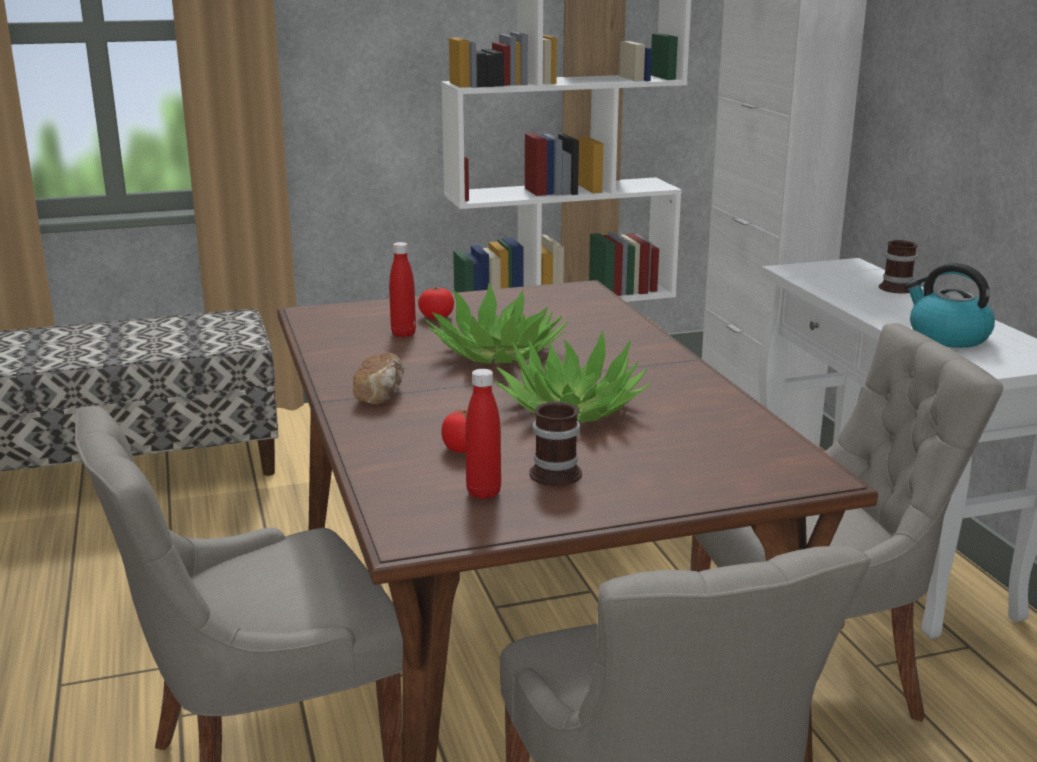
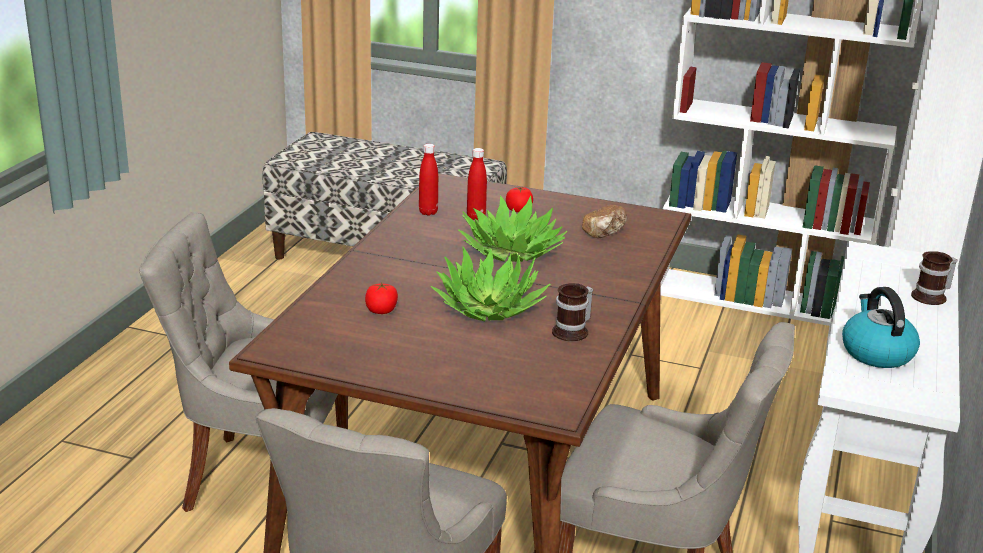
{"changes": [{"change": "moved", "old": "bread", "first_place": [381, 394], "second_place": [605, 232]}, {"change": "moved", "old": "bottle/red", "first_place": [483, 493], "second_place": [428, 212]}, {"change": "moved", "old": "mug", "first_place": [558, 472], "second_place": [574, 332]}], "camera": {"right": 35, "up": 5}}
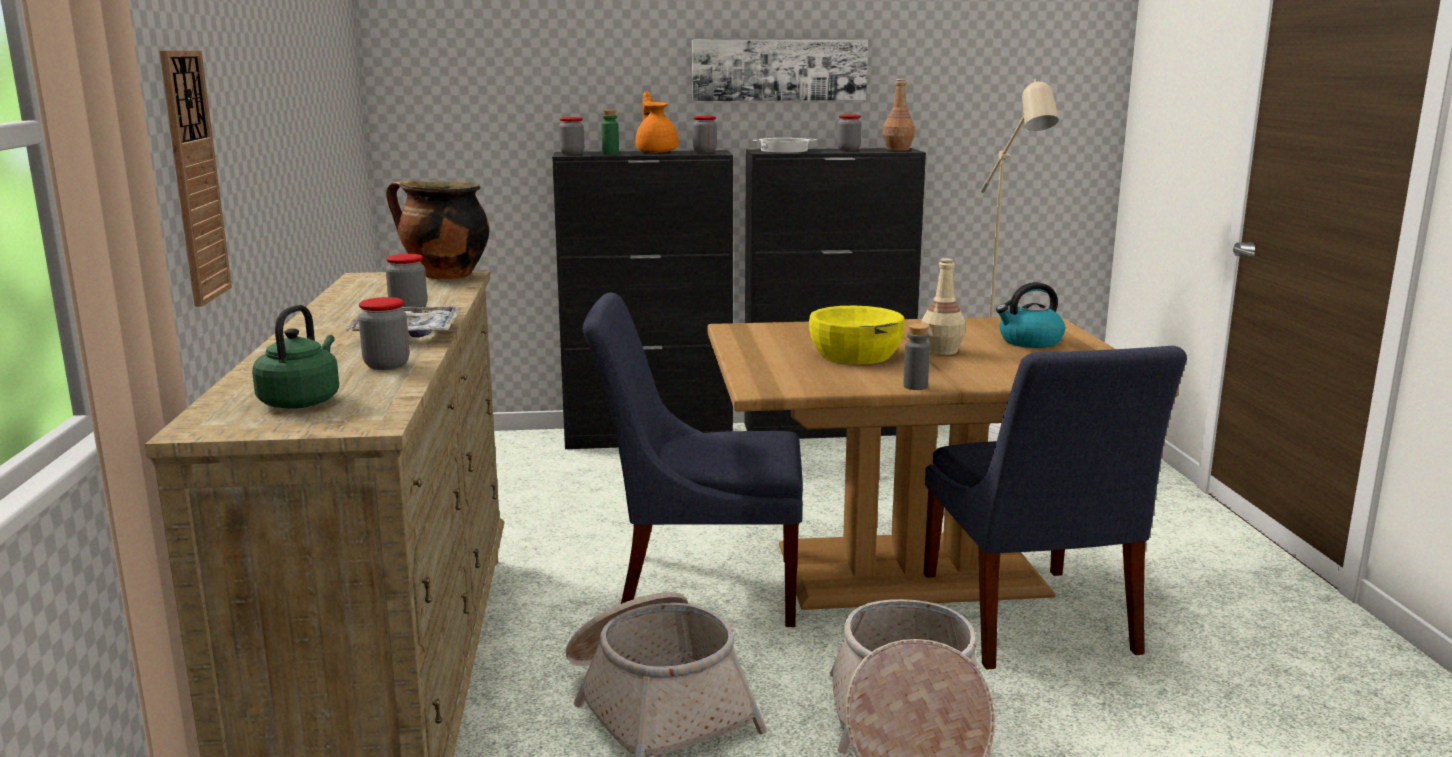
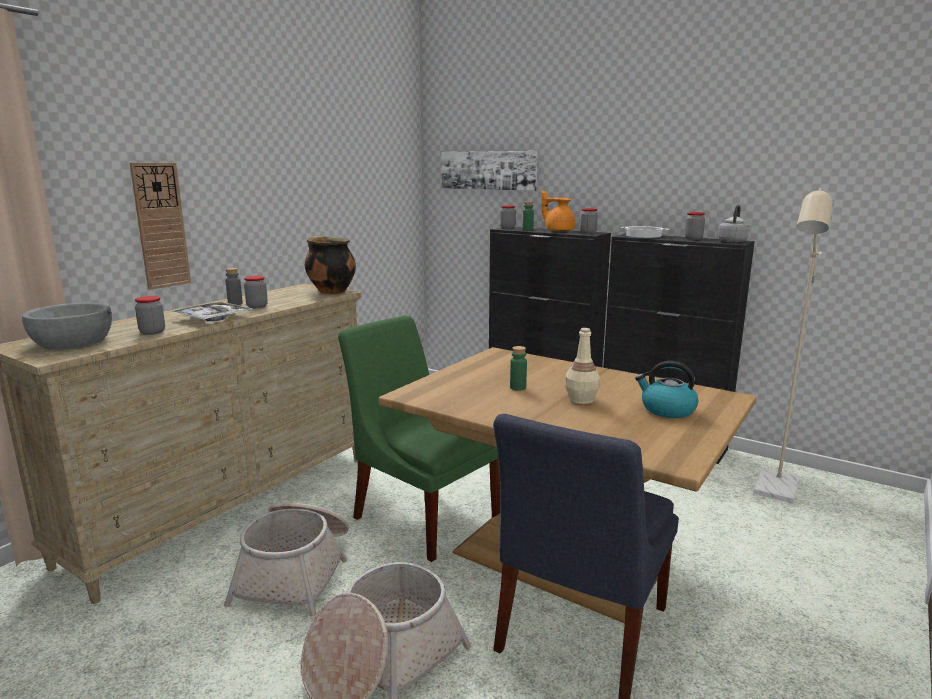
{"changes": [{"change": "moved", "old": "picture", "first_place": [779, 70], "second_place": [488, 170]}, {"change": "moved", "old": "bottle/grey", "first_place": [915, 386], "second_place": [235, 304]}, {"change": "replaced", "old": "kettle/green", "new": "bowl/grey", "first_place": [302, 401], "second_place": [73, 342]}, {"change": "replaced", "old": "bowl/yellow", "new": "bottle/green", "first_place": [855, 355], "second_place": [518, 387]}, {"change": "replaced", "old": "bottle/brown", "new": "kettle/grey", "first_place": [897, 149], "second_place": [732, 241]}, {"change": "recoloured", "old": "chair/blue", "new": "chair/green", "first_place": [699, 588], "second_place": [422, 515]}, {"change": "turned", "old": "teapot/orange", "first_place": [656, 152], "second_place": [558, 231], "degrees": -75}], "camera": {"right": 40, "up": 0}}
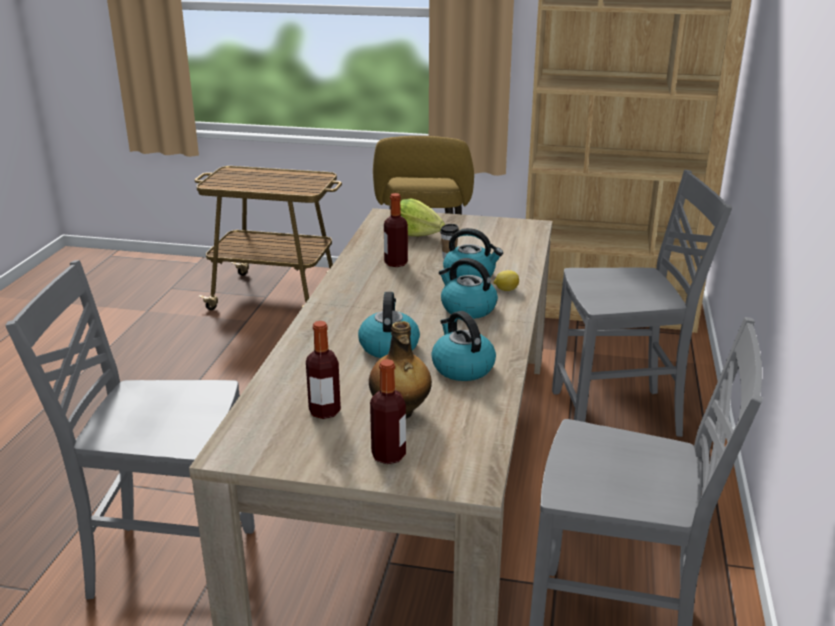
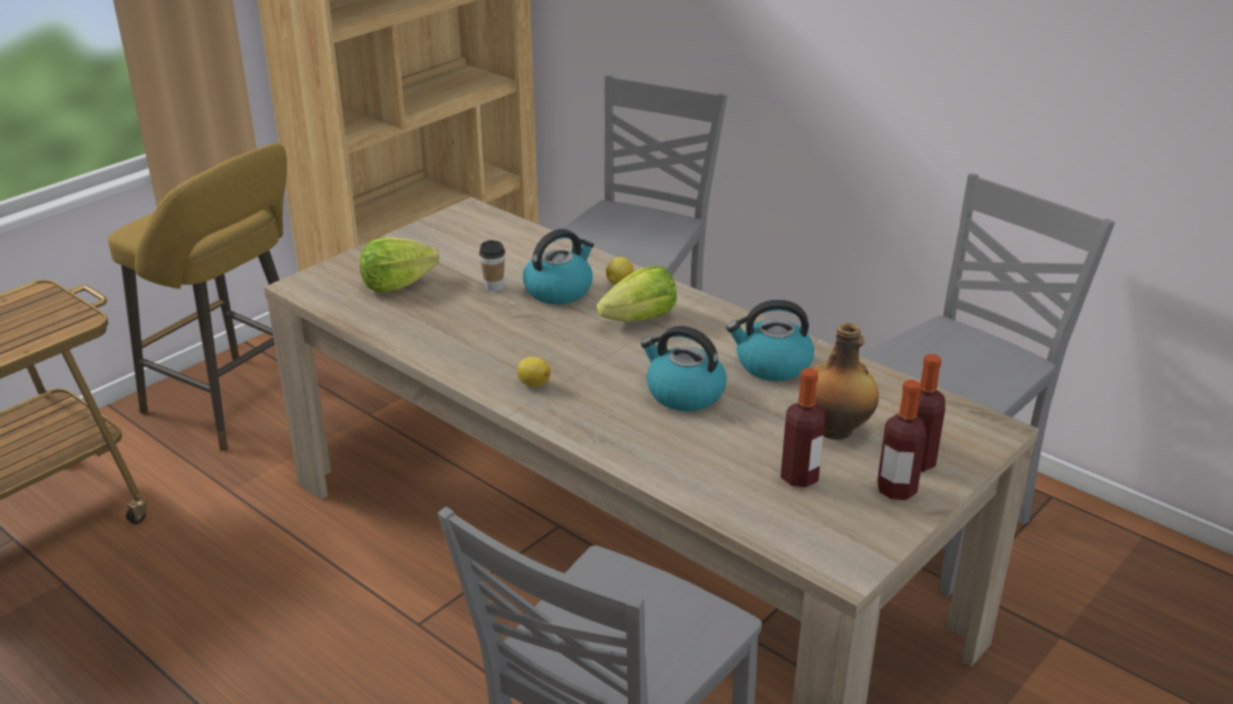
{"changes": [{"change": "added", "new": "lemon", "second_place": [533, 383]}, {"change": "moved", "old": "bottle", "first_place": [396, 263], "second_place": [896, 490]}, {"change": "replaced", "old": "kettle", "new": "lettuce", "first_place": [467, 308], "second_place": [640, 319]}], "camera": {"right": -60, "up": 5}}
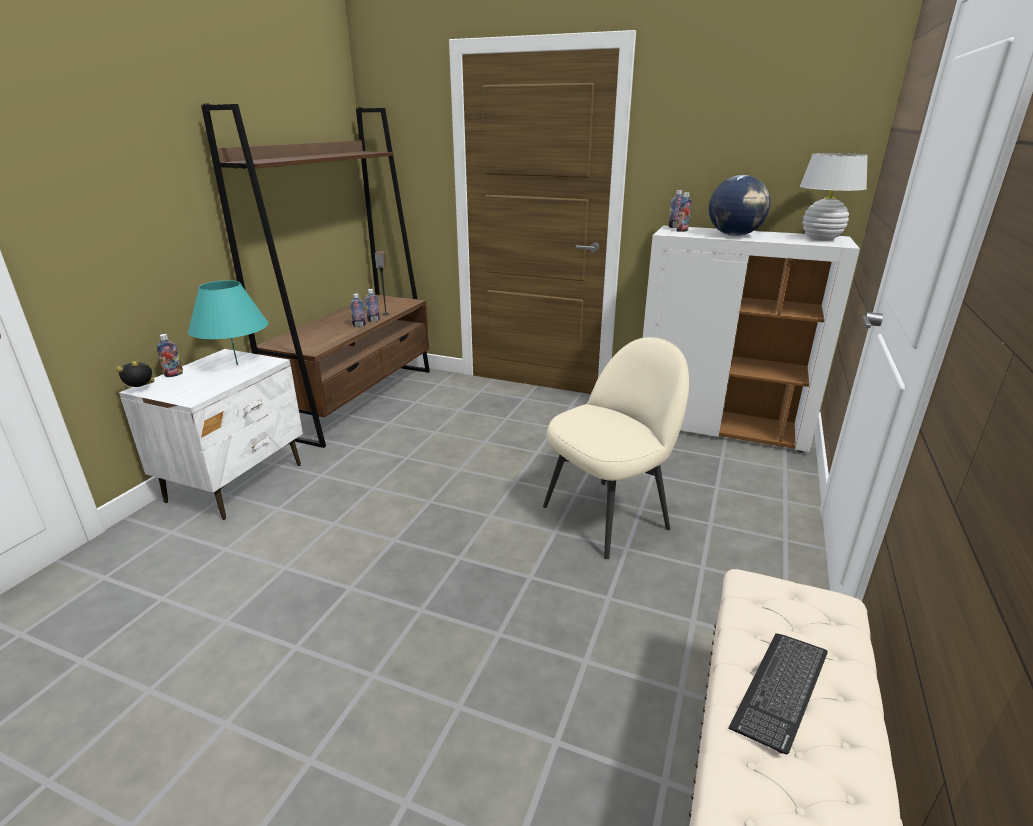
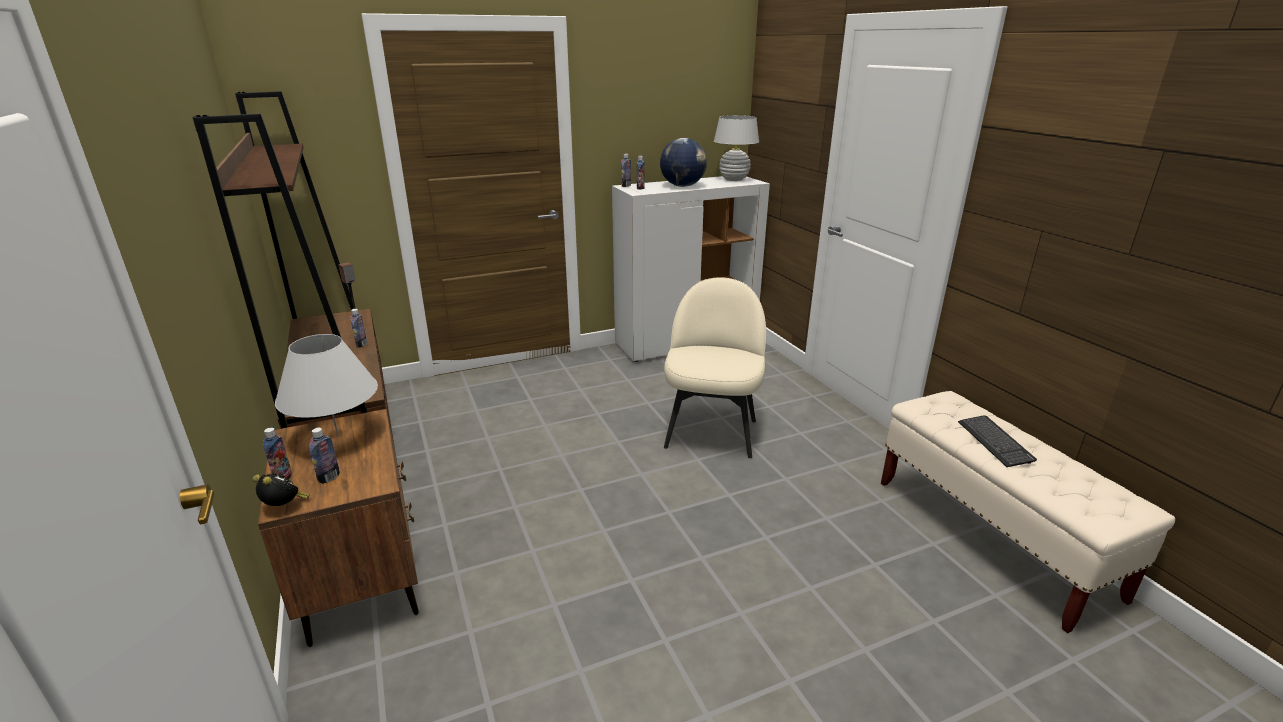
{"changes": [{"change": "moved", "old": "bottle", "first_place": [359, 325], "second_place": [329, 477]}, {"change": "recoloured", "old": "nightstand/white", "new": "nightstand/brown", "first_place": [237, 482], "second_place": [362, 580]}, {"change": "recoloured", "old": "table lamp/turquoise", "new": "table lamp/white", "first_place": [237, 364], "second_place": [338, 436]}, {"change": "turned", "old": "alarm clock", "first_place": [142, 389], "second_place": [285, 507], "degrees": 90}], "camera": {"right": -45, "up": 0}}
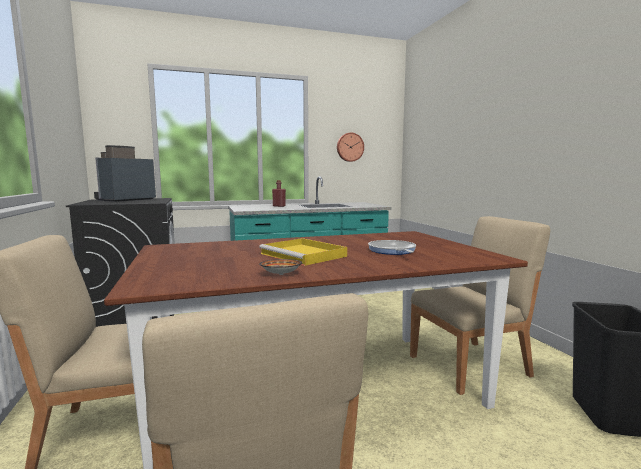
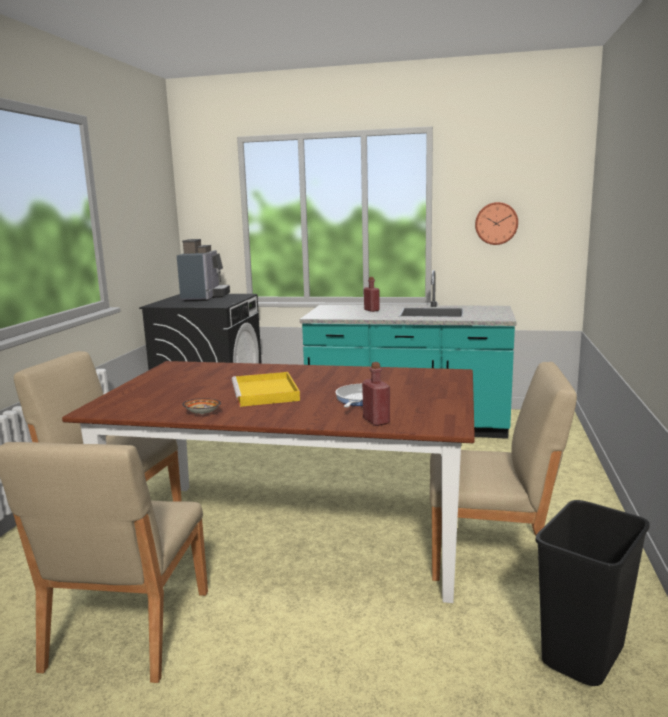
{"changes": [{"change": "added", "new": "bottle/red", "second_place": [376, 421]}, {"change": "turned", "old": "coffee machine", "first_place": [125, 200], "second_place": [204, 297], "degrees": 120}], "camera": {"right": 30, "up": 5}}
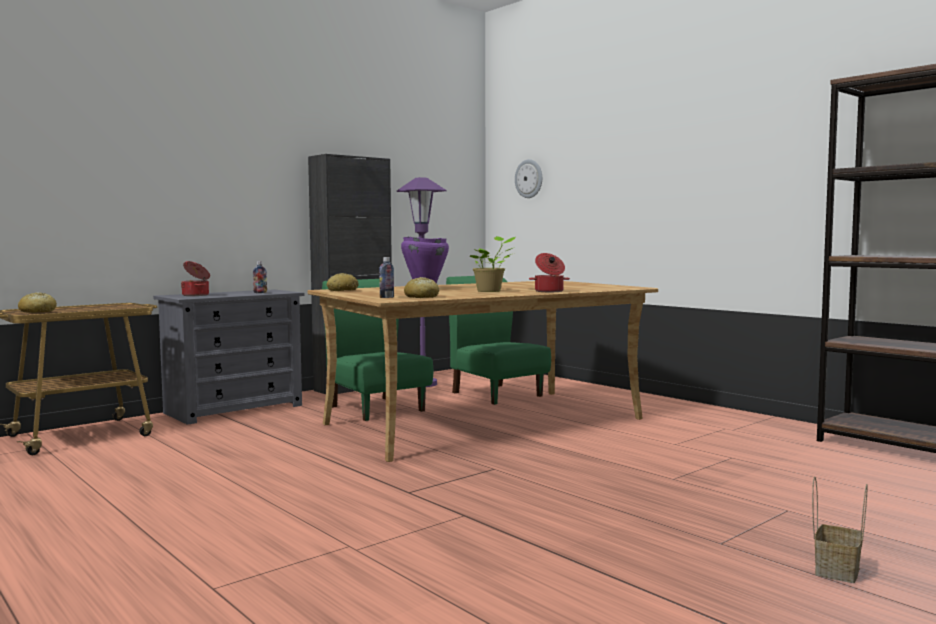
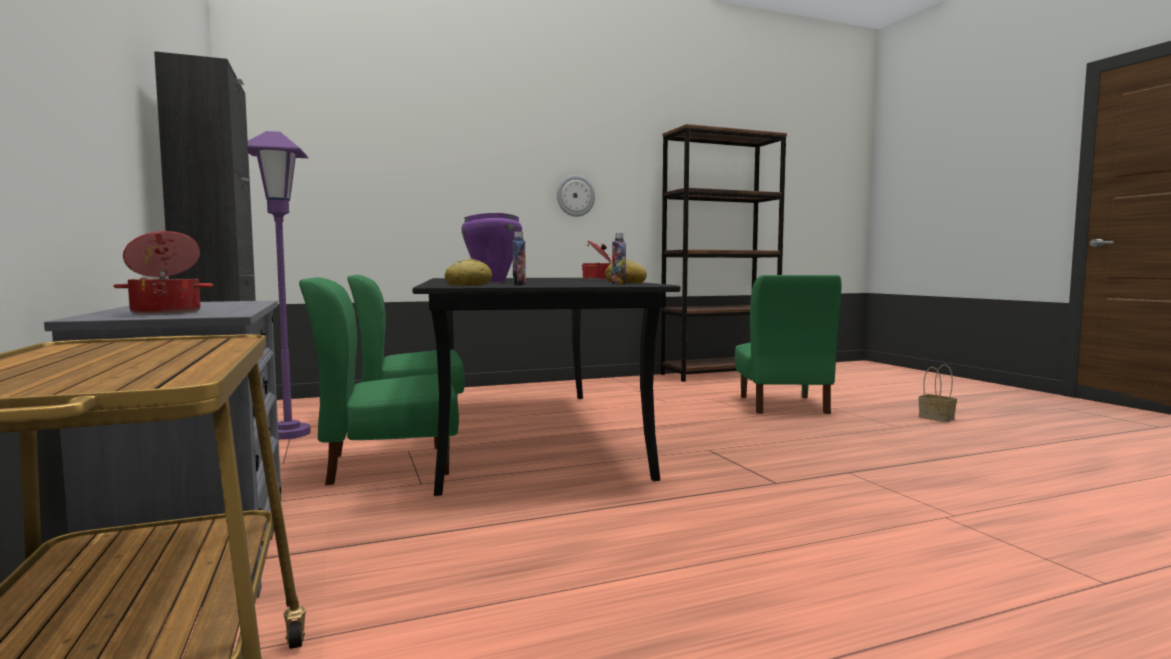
{"changes": [{"change": "removed", "old": "bread", "first_place": [37, 311]}, {"change": "removed", "old": "potted plant", "first_place": [491, 291]}, {"change": "added", "new": "chair/green", "second_place": [782, 405]}, {"change": "moved", "old": "bottle", "first_place": [260, 293], "second_place": [519, 285]}, {"change": "moved", "old": "wall clock", "first_place": [529, 178], "second_place": [575, 196]}, {"change": "recoloured", "old": "dining table/beige", "new": "dining table/black", "first_place": [484, 422], "second_place": [529, 433]}], "camera": {"right": -70, "up": 0}}
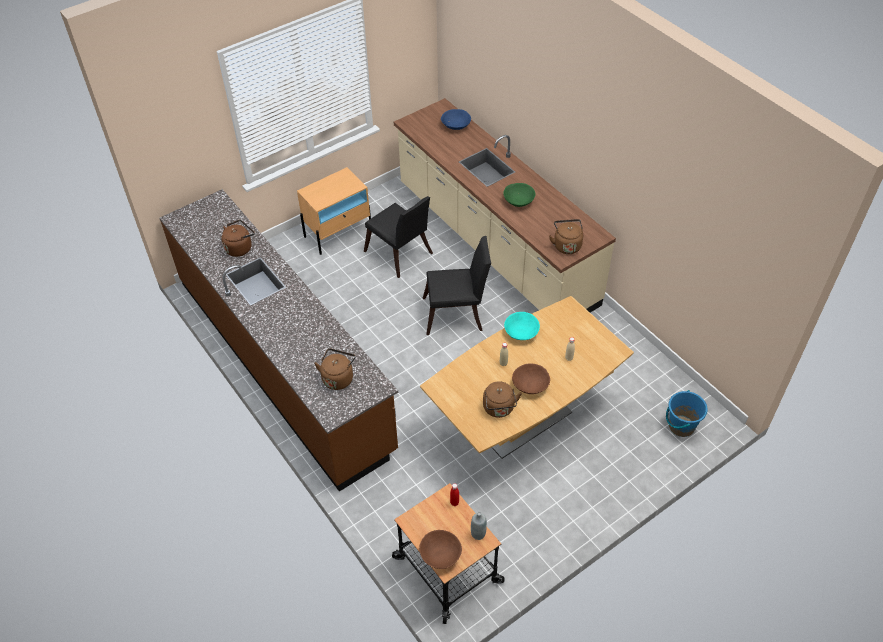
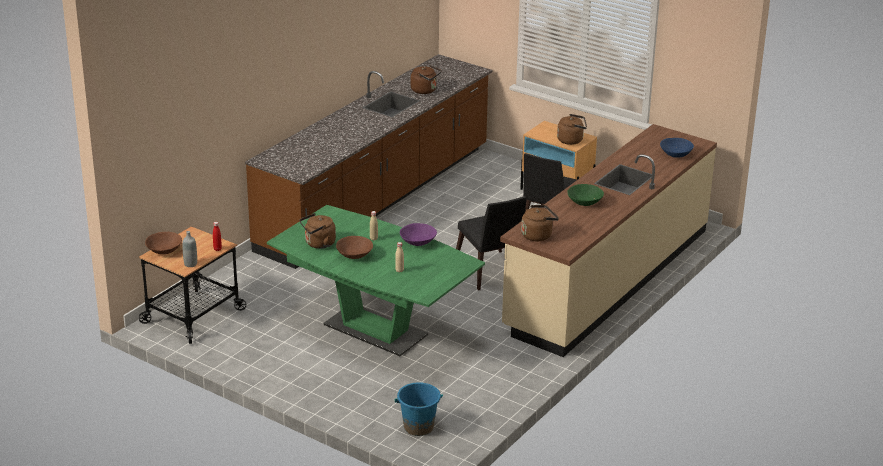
{"changes": [{"change": "moved", "old": "kettle/brown", "first_place": [338, 377], "second_place": [571, 140]}, {"change": "recoloured", "old": "dining table/brown", "new": "dining table/green", "first_place": [523, 420], "second_place": [375, 330]}, {"change": "recoloured", "old": "bowl/turquoise", "new": "bowl/purple", "first_place": [521, 332], "second_place": [417, 242]}], "camera": {"right": 70, "up": -20}}
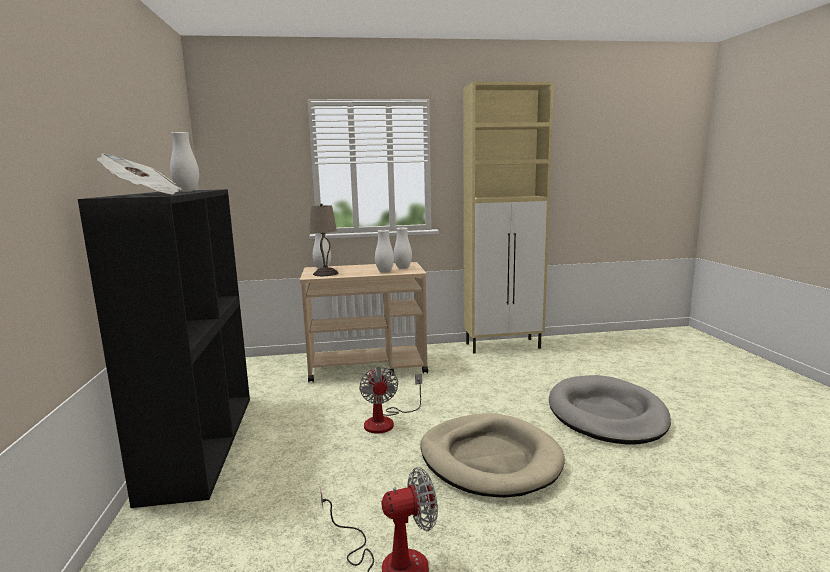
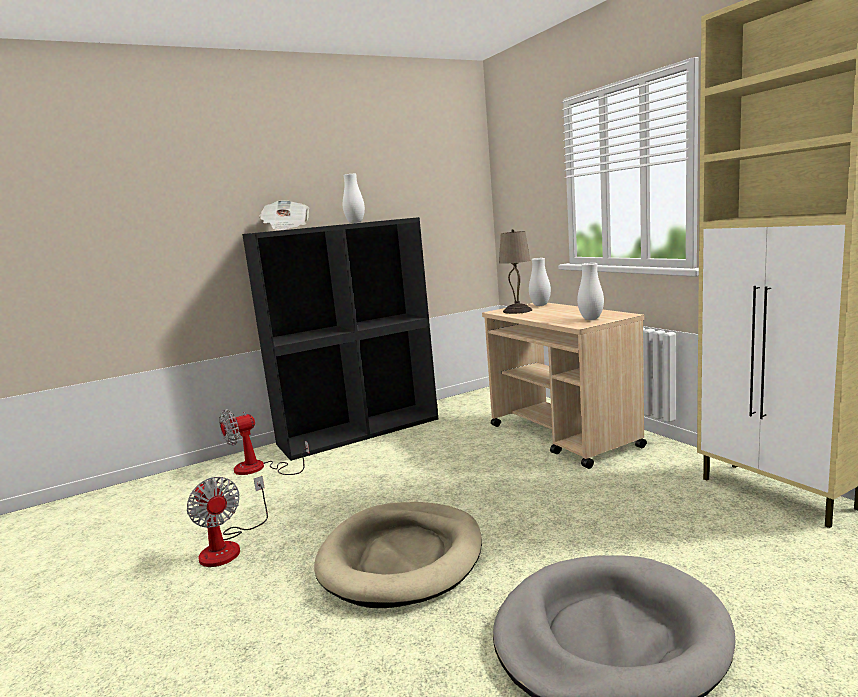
{"changes": [{"change": "removed", "old": "vase/white", "first_place": [384, 272]}, {"change": "moved", "old": "fan", "first_place": [386, 421], "second_place": [259, 469]}], "camera": {"right": 70, "up": 0}}
